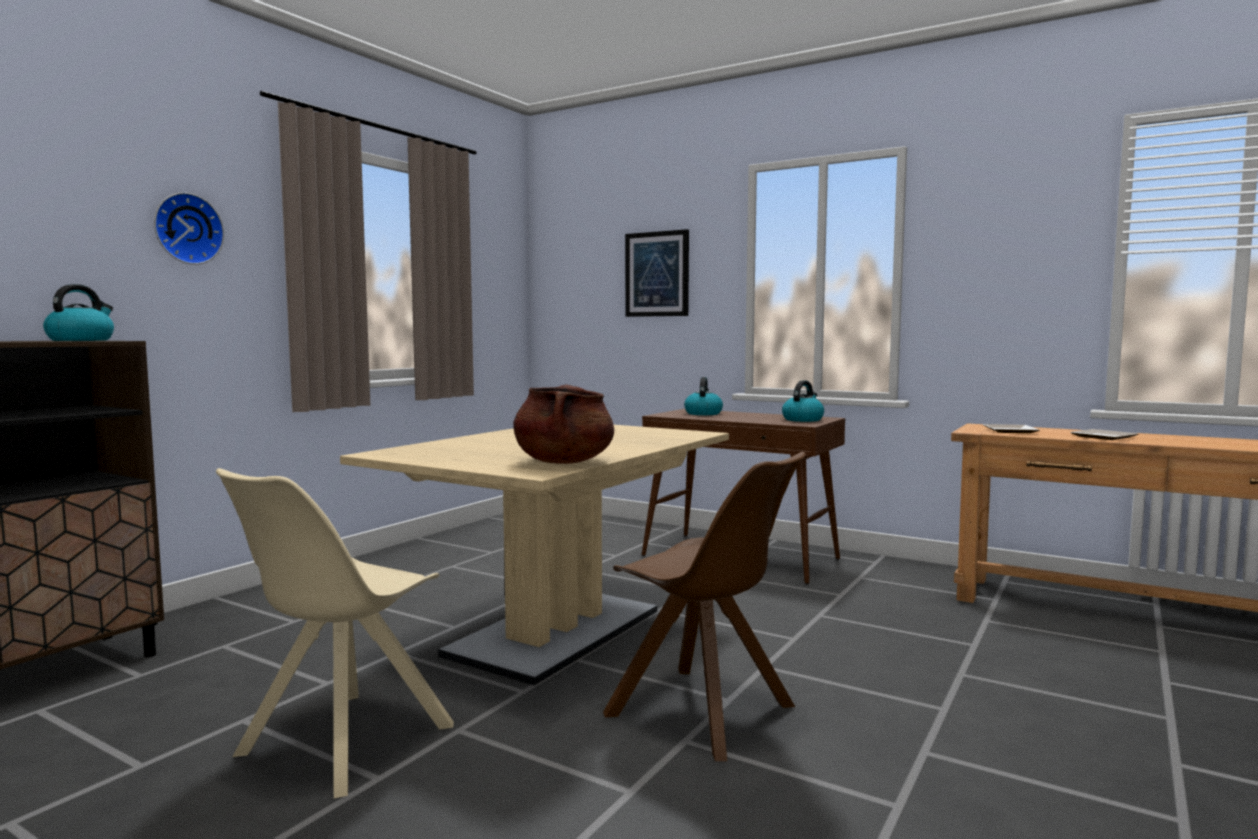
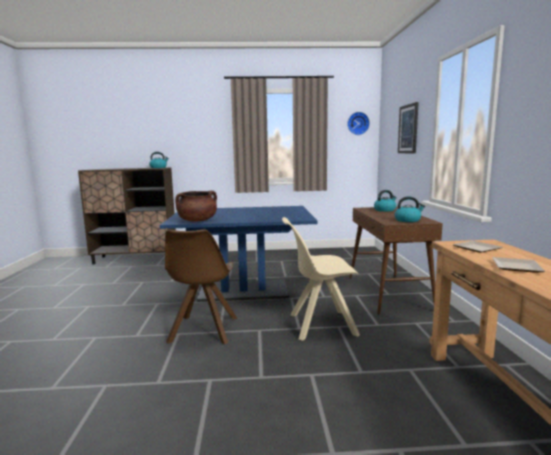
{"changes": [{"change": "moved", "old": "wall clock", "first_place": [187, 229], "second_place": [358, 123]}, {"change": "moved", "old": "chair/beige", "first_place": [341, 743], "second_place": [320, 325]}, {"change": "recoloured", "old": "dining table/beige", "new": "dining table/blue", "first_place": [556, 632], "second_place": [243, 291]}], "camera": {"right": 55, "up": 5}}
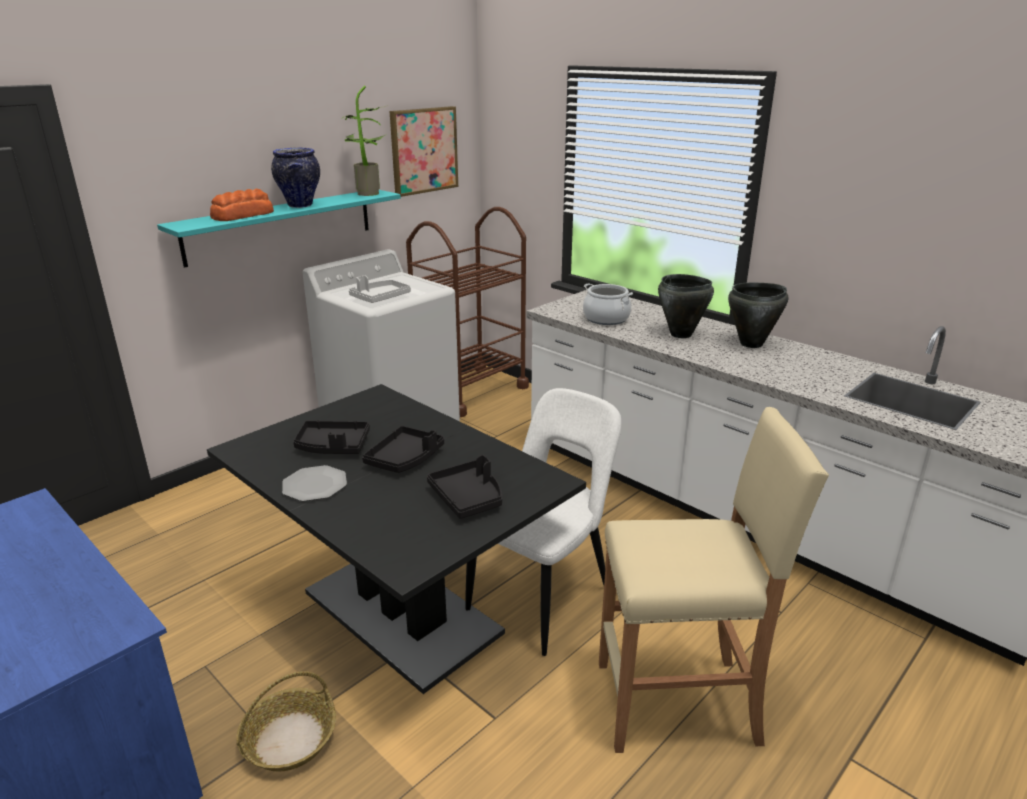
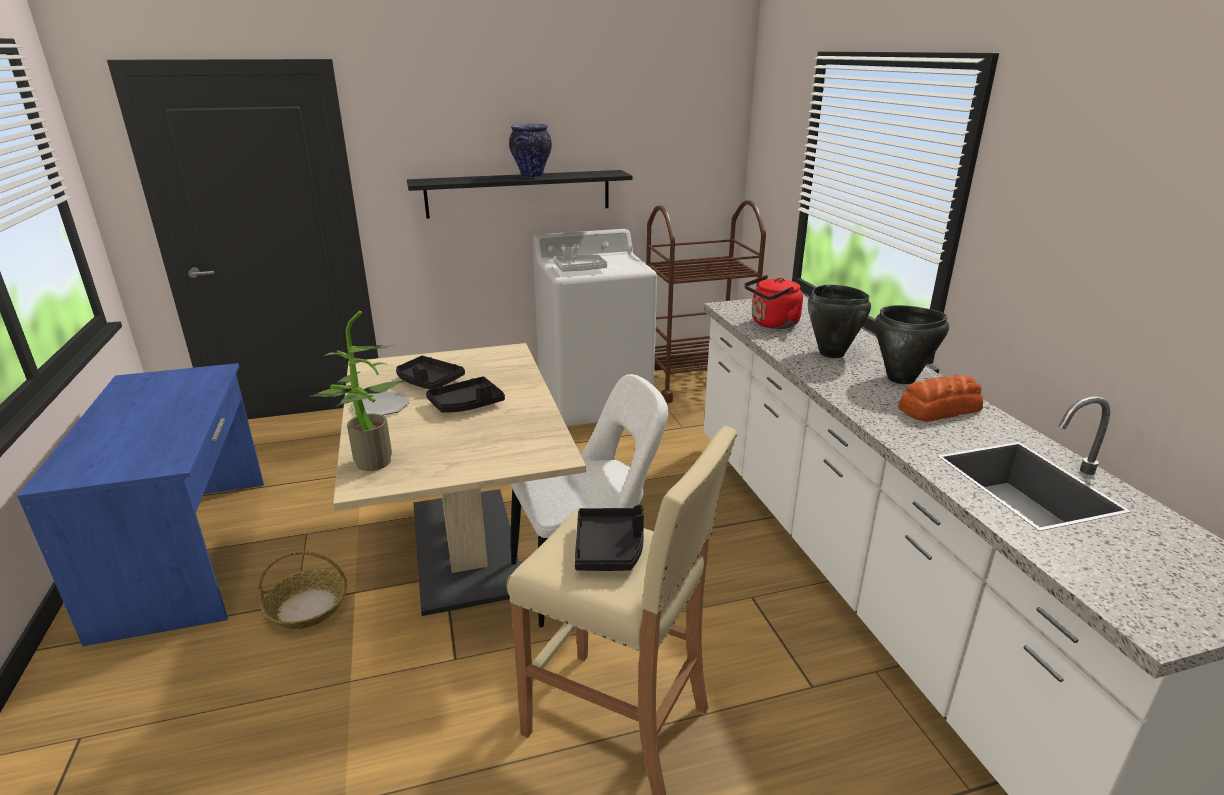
{"changes": [{"change": "removed", "old": "picture", "first_place": [424, 150]}, {"change": "moved", "old": "bread", "first_place": [242, 215], "second_place": [938, 409]}, {"change": "moved", "old": "potted plant", "first_place": [368, 194], "second_place": [370, 465]}, {"change": "moved", "old": "tray/black", "first_place": [468, 498], "second_place": [610, 549]}, {"change": "replaced", "old": "cooking pot", "new": "kettle/red", "first_place": [606, 319], "second_place": [772, 324]}, {"change": "recoloured", "old": "shelf/turquoise", "new": "shelf/black", "first_place": [281, 226], "second_place": [519, 193]}, {"change": "recoloured", "old": "dining table/black", "new": "dining table/beige", "first_place": [401, 613], "second_place": [465, 547]}], "camera": {"right": 30, "up": 0}}
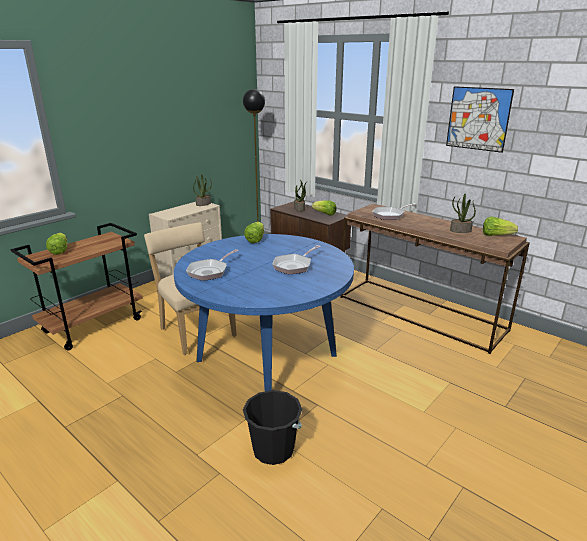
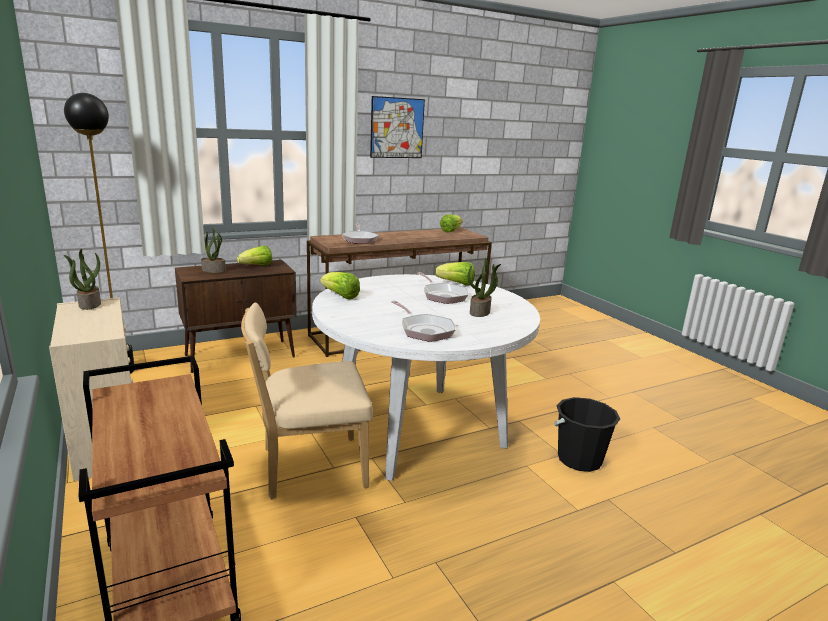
{"changes": [{"change": "moved", "old": "lettuce", "first_place": [60, 251], "second_place": [456, 284]}, {"change": "moved", "old": "potted plant", "first_place": [460, 231], "second_place": [480, 312]}, {"change": "recoloured", "old": "dining table/blue", "new": "dining table/white", "first_place": [267, 357], "second_place": [418, 428]}], "camera": {"right": -70, "up": -5}}
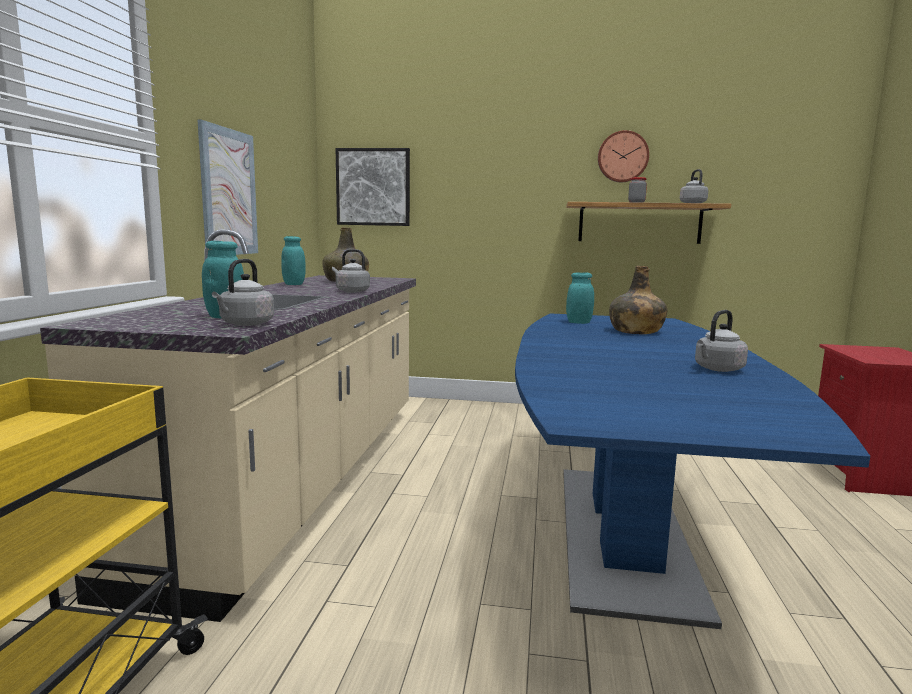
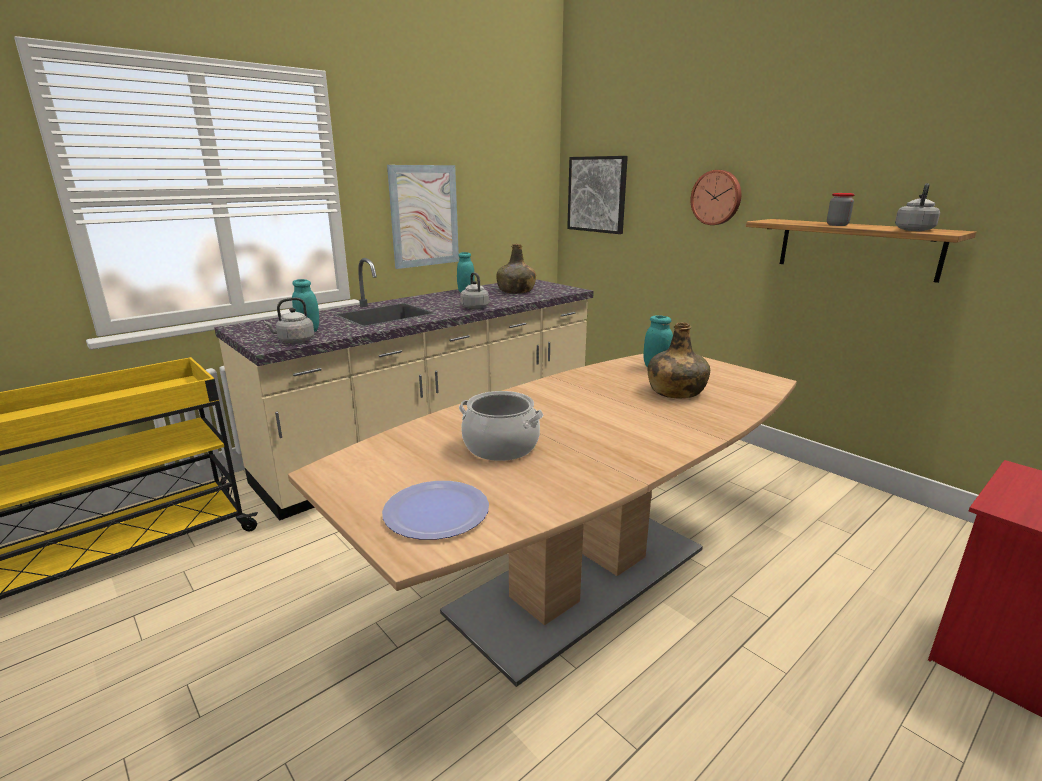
{"changes": [{"change": "removed", "old": "kettle/grey", "first_place": [717, 369]}, {"change": "added", "new": "plate", "second_place": [436, 511]}, {"change": "added", "new": "cooking pot", "second_place": [500, 447]}, {"change": "moved", "old": "wall clock", "first_place": [622, 157], "second_place": [717, 197]}, {"change": "recoloured", "old": "dining table/blue", "new": "dining table/brown", "first_place": [623, 533], "second_place": [580, 579]}], "camera": {"right": 40, "up": 10}}
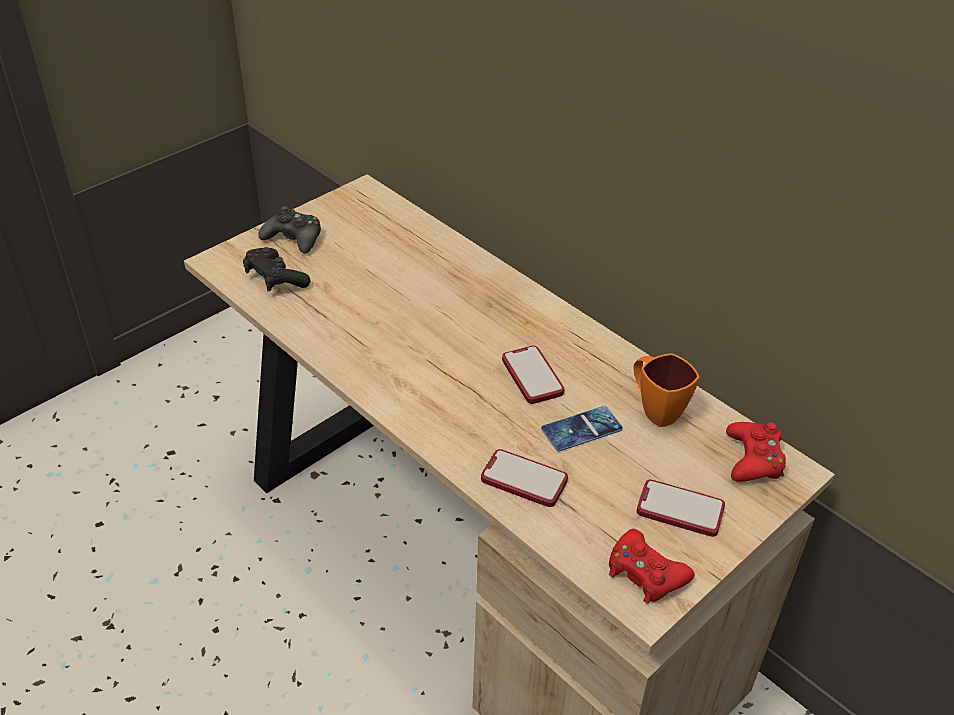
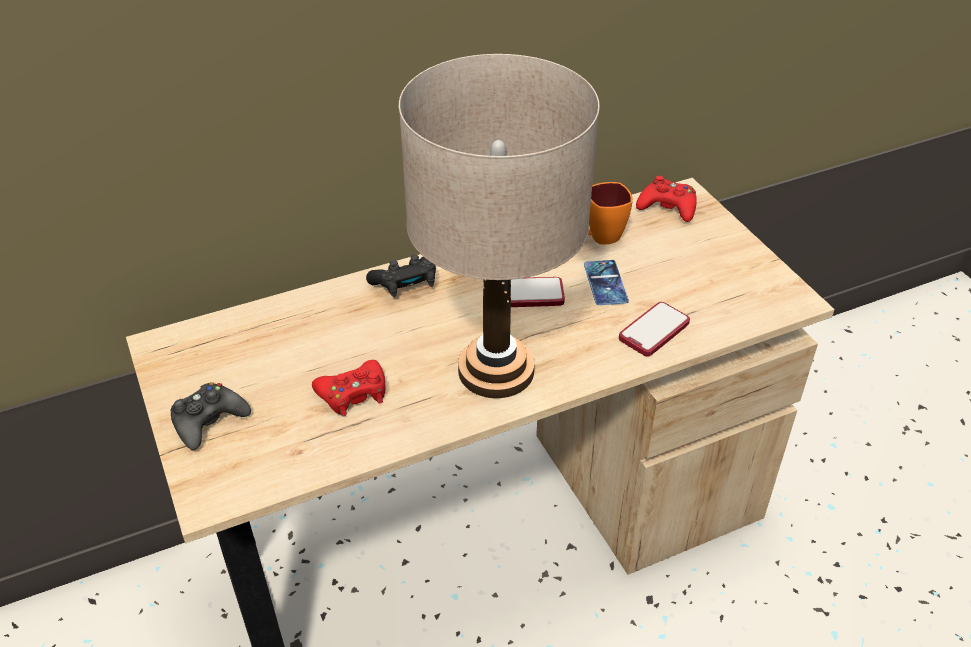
{"changes": [{"change": "removed", "old": "phone", "first_place": [680, 510]}, {"change": "added", "new": "table lamp/beige", "second_place": [495, 371]}, {"change": "moved", "old": "game controller/black", "first_place": [275, 279], "second_place": [405, 285]}, {"change": "moved", "old": "game controller/red", "first_place": [645, 573], "second_place": [353, 394]}], "camera": {"right": -70, "up": 0}}
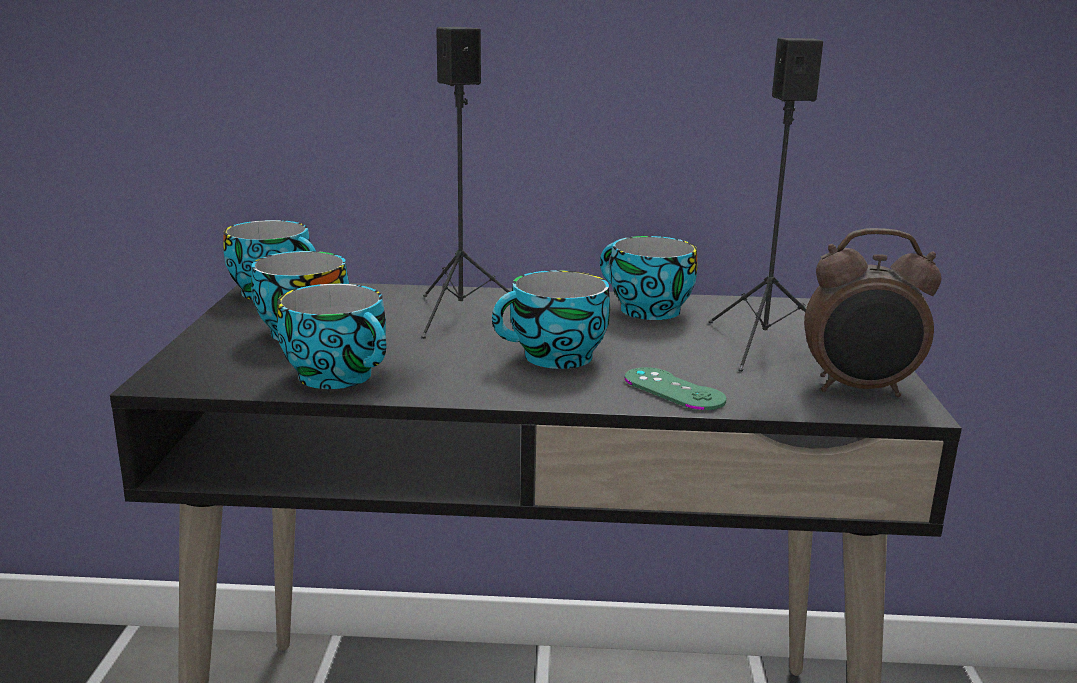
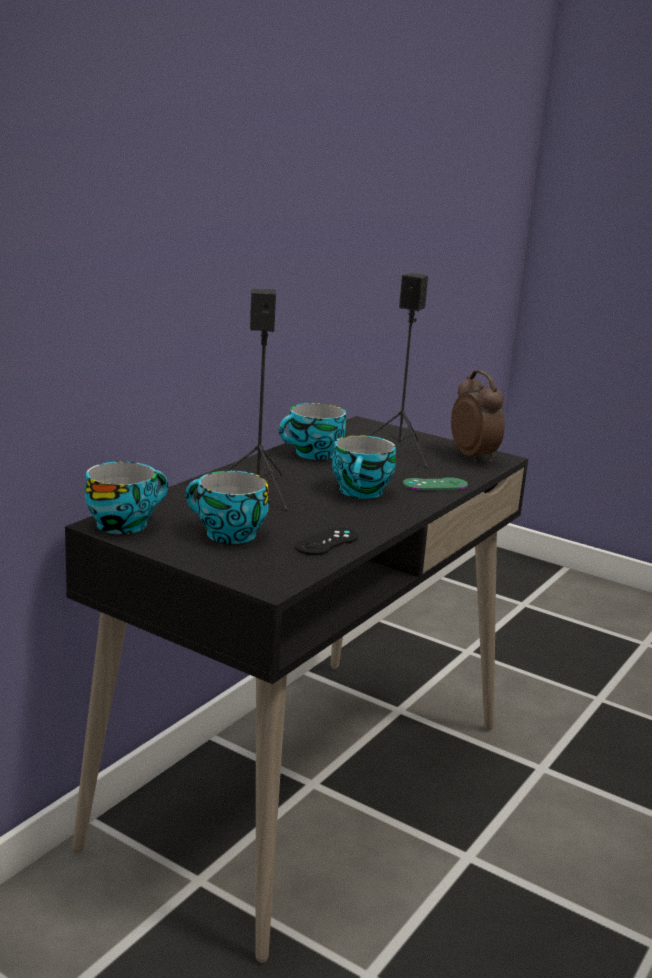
{"changes": [{"change": "replaced", "old": "cup", "new": "game controller/black", "first_place": [341, 376], "second_place": [327, 542]}, {"change": "turned", "old": "alarm clock", "first_place": [859, 390], "second_place": [474, 457], "degrees": -60}], "camera": {"right": -60, "up": 0}}
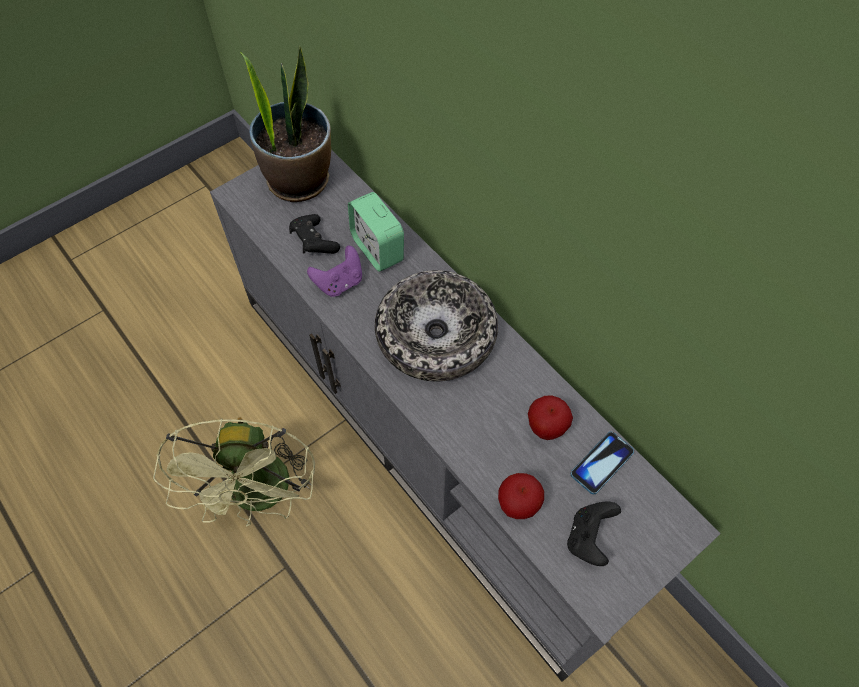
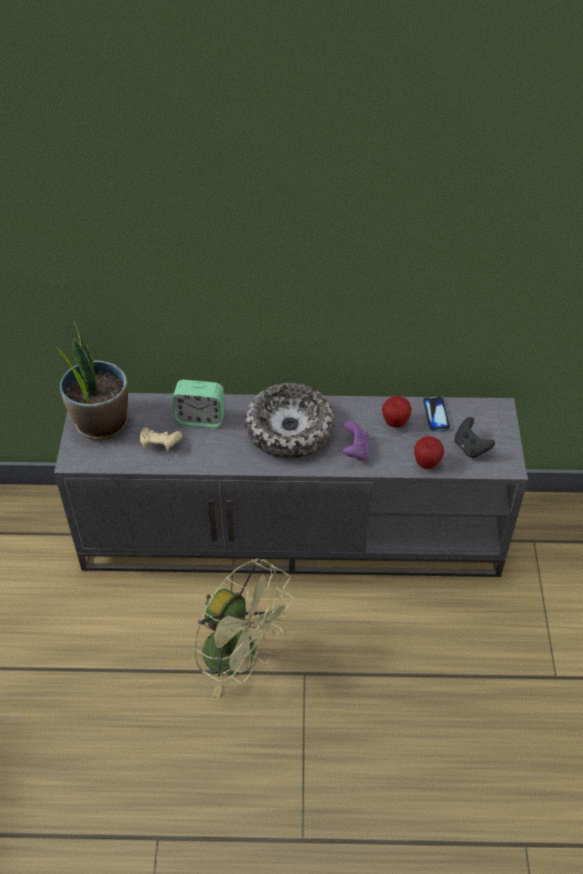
{"changes": [{"change": "moved", "old": "game controller/purple", "first_place": [339, 283], "second_place": [355, 450]}, {"change": "recoloured", "old": "game controller/black", "new": "game controller/beige", "first_place": [314, 242], "second_place": [160, 444]}], "camera": {"right": -50, "up": -10}}
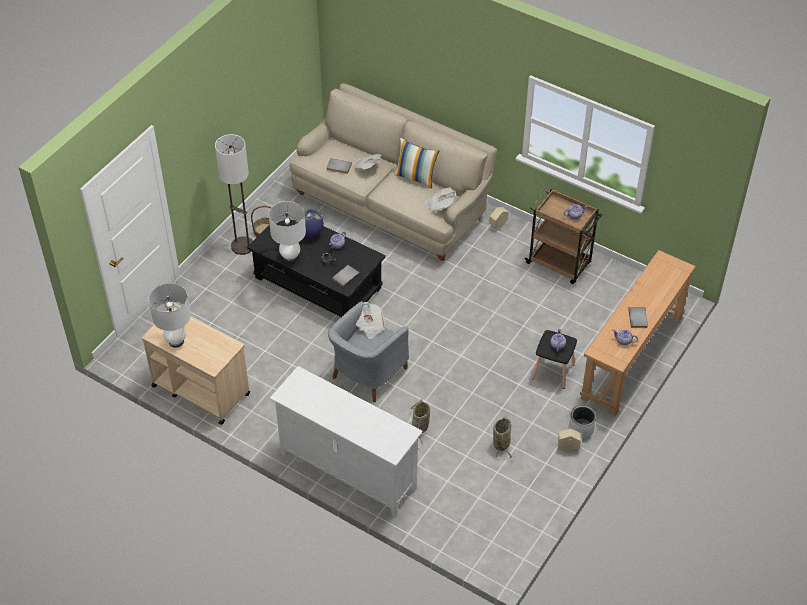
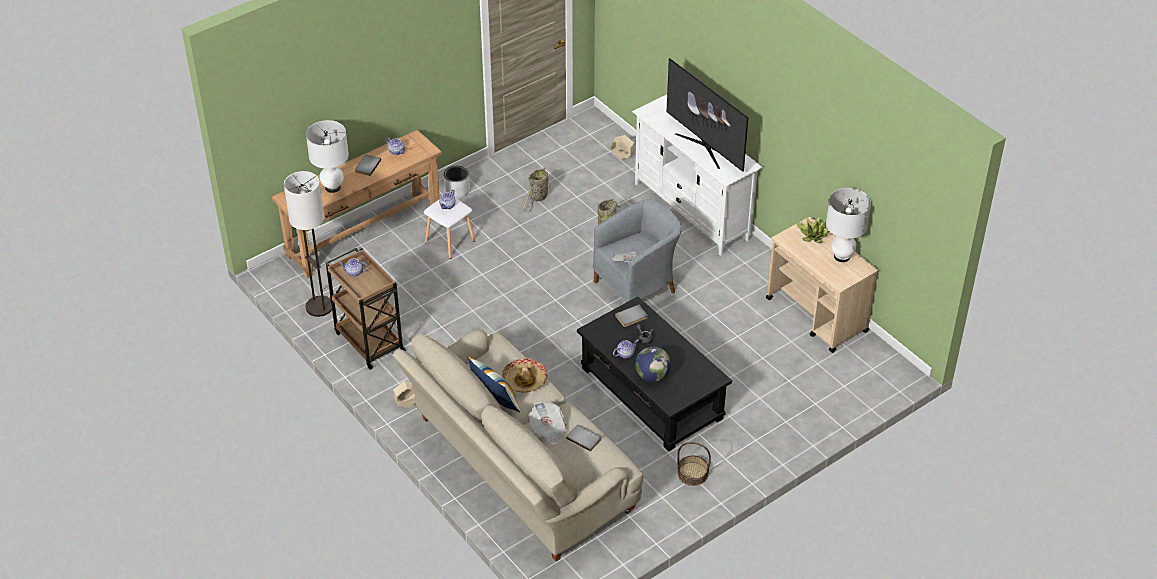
{"changes": [{"change": "removed", "old": "newspaper", "first_place": [439, 205]}, {"change": "added", "new": "hat", "second_place": [524, 380]}, {"change": "added", "new": "television", "second_place": [705, 146]}, {"change": "added", "new": "potted plant", "second_place": [813, 235]}, {"change": "moved", "old": "floor lamp", "first_place": [243, 246], "second_place": [319, 307]}, {"change": "moved", "old": "table lamp/white", "first_place": [290, 257], "second_place": [333, 187]}, {"change": "moved", "old": "planter/beige", "first_place": [568, 447], "second_place": [622, 156]}, {"change": "recoloured", "old": "stool/black", "new": "stool/white", "first_place": [552, 371], "second_place": [450, 242]}], "camera": {"right": -160, "up": -5}}
